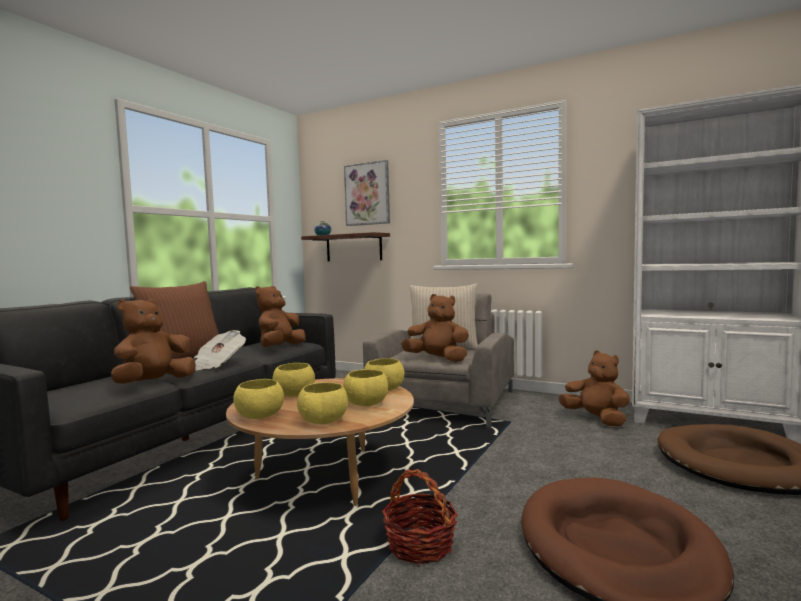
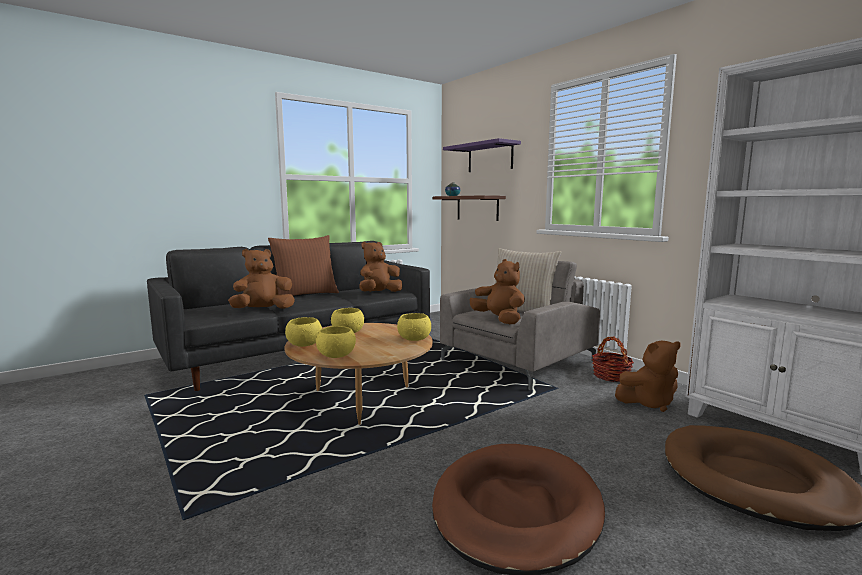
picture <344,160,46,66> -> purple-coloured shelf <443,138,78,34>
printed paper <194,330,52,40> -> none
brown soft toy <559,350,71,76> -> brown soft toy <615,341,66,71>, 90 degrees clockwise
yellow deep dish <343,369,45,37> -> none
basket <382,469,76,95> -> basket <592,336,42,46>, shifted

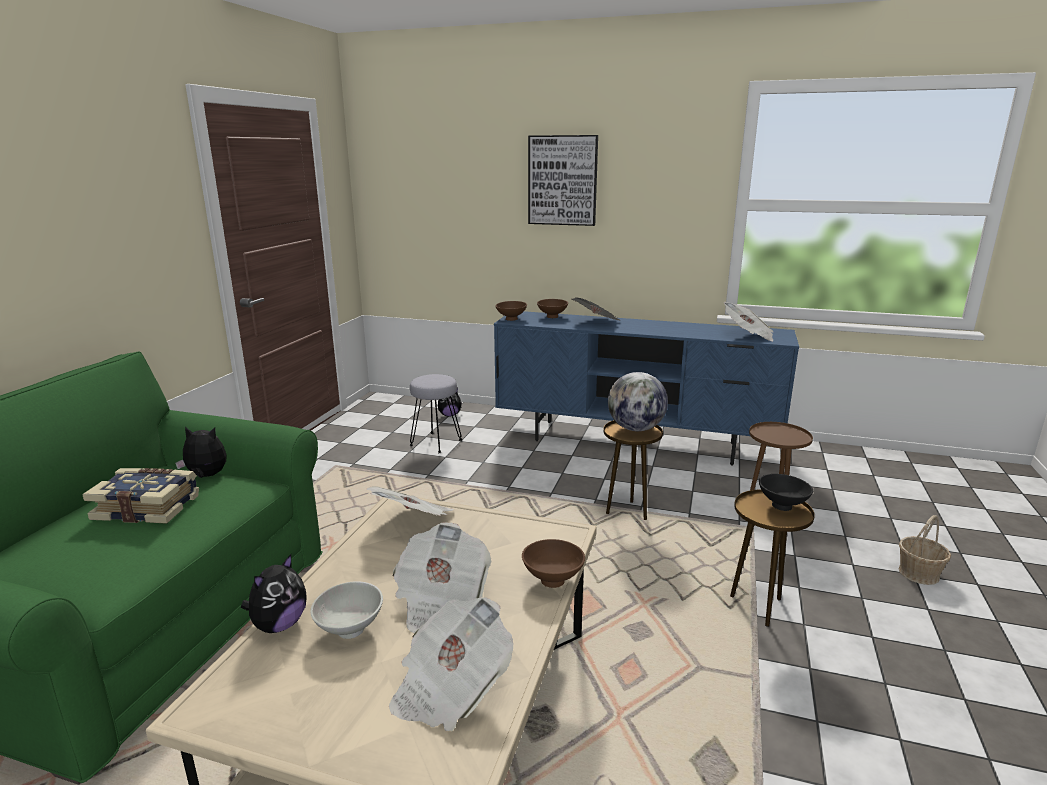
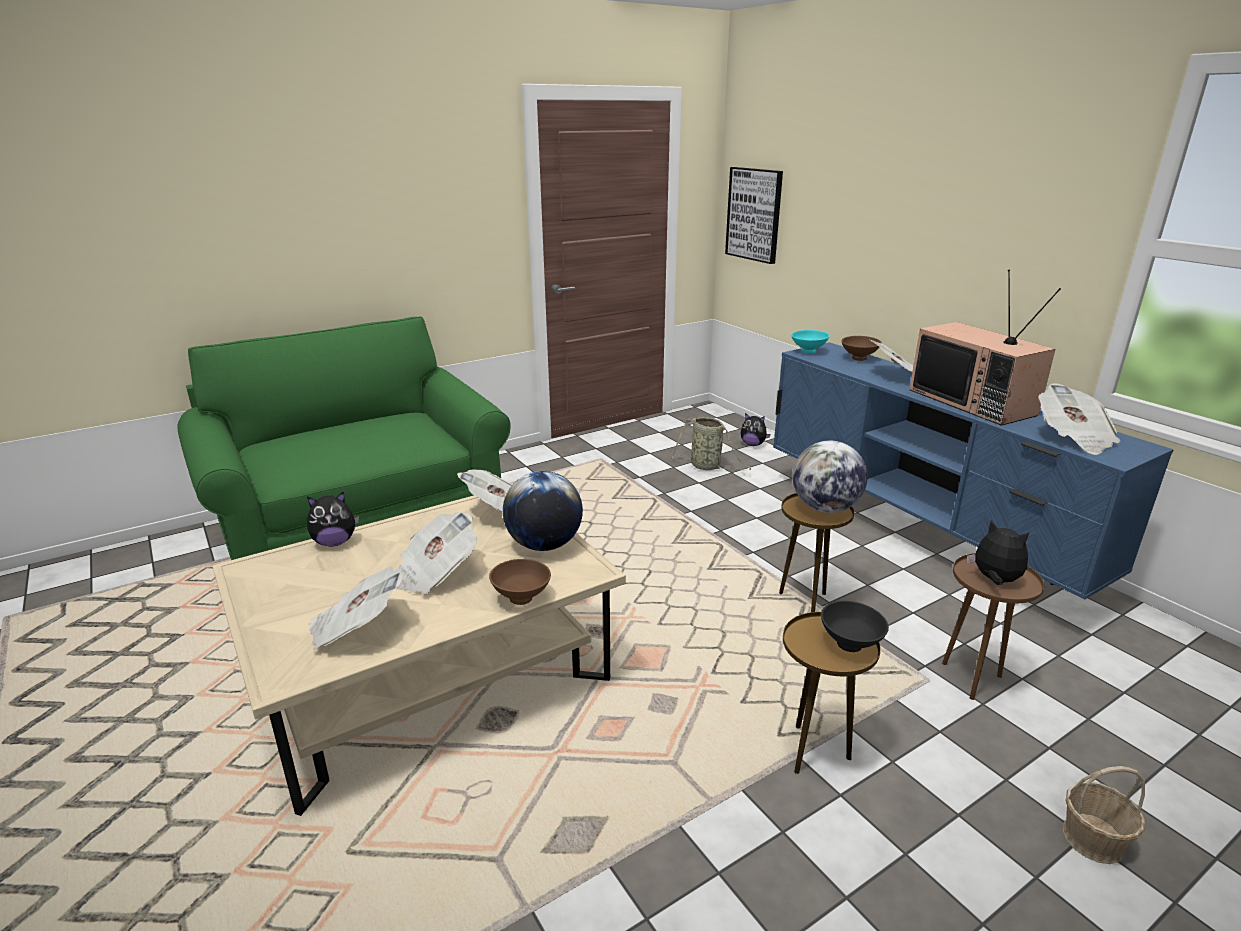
picture <528,135,70,91> -> picture <725,167,58,97>, shifted
brown deep dish <495,301,32,20> -> blue-green deep dish <791,330,39,24>
gray sitting stool <409,374,53,79> -> basket <672,417,79,53>
soft toy <175,427,52,51> -> soft toy <967,520,62,65>, shifted
book <83,468,116,56> -> none
whitish deep dish <310,581,73,58> -> none
none -> TV <909,270,152,156>
none -> globe <503,471,80,80>

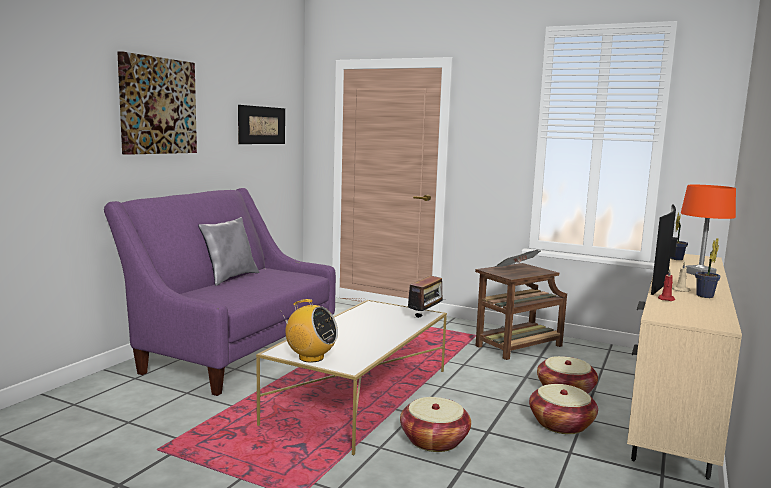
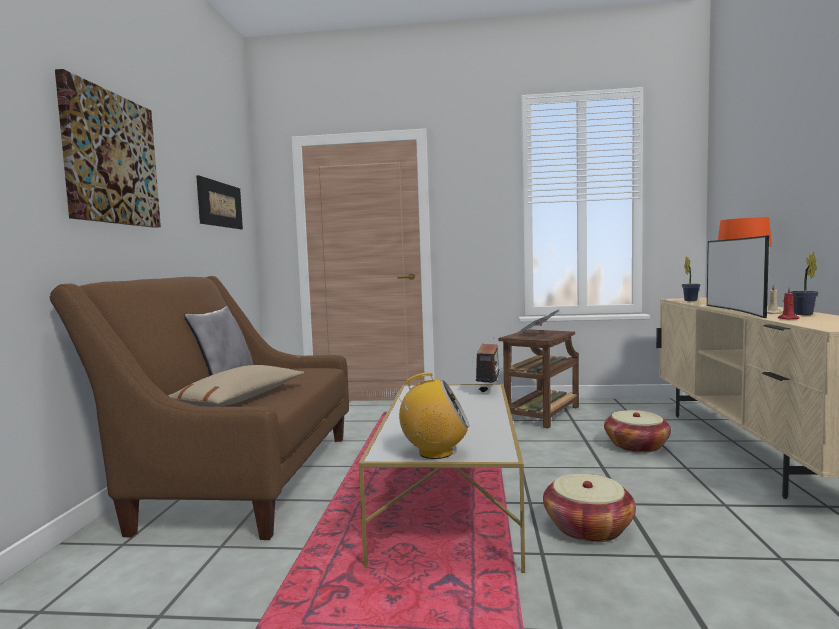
purple-coloured sofa <104,188,232,208> -> brown sofa <50,276,299,264>
basket <529,384,69,50> -> none
none -> beige throw pillow <168,365,136,42>

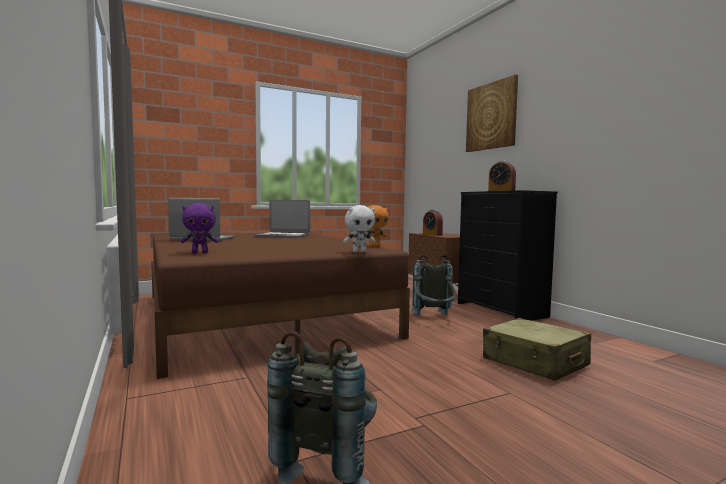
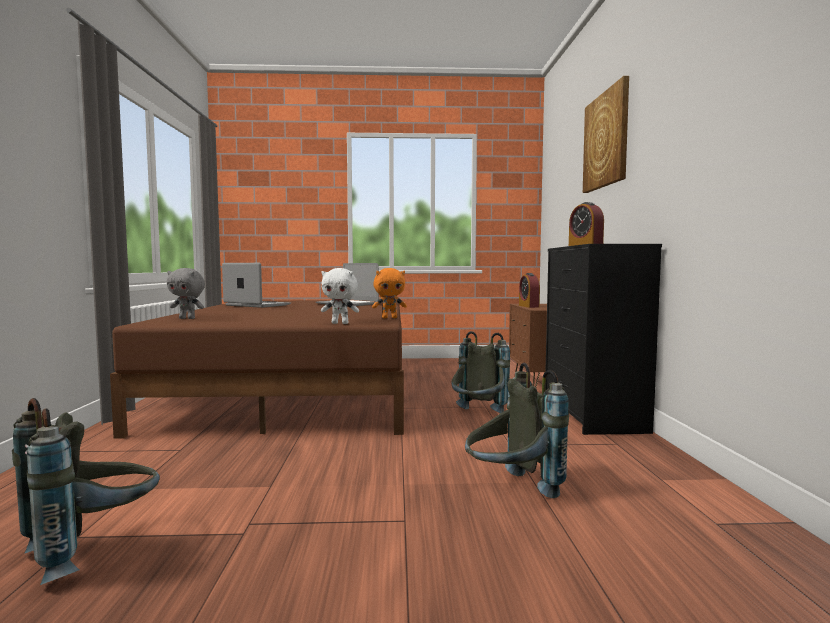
purple-coloured soft toy <181,203,37,50> -> gray soft toy <167,268,38,51>
beige piece of luggage <483,318,108,63> -> gray backpack <465,363,104,135>

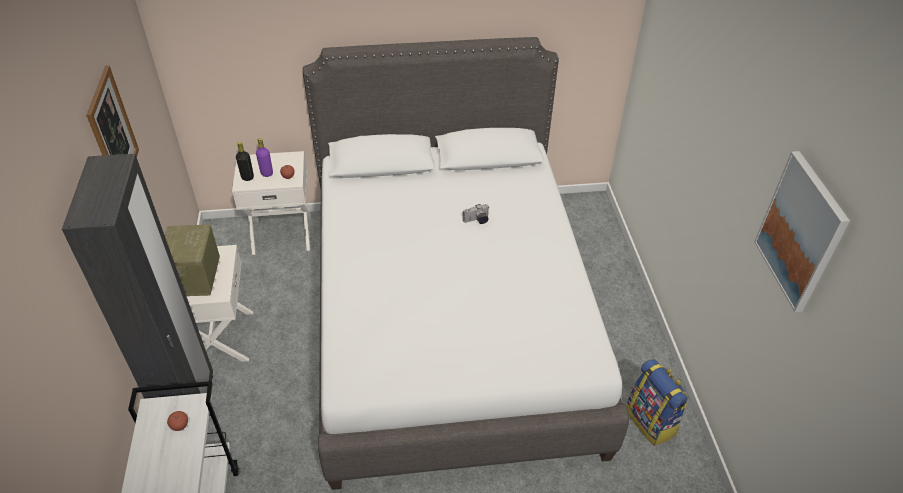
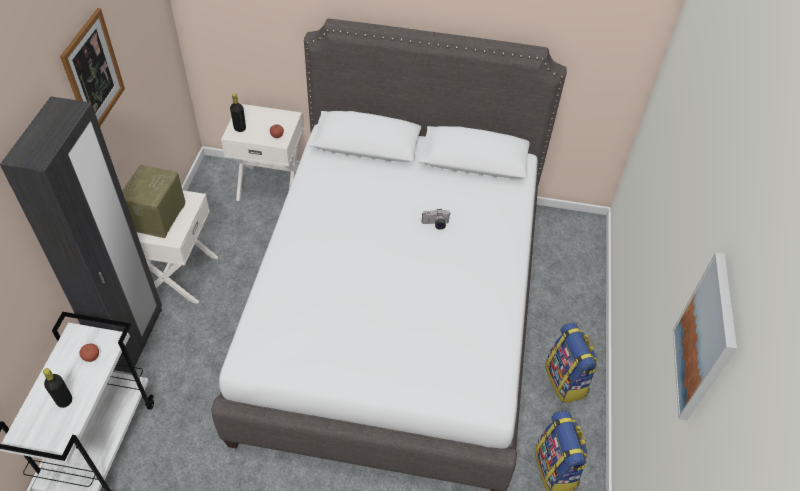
purple-coloured drink bottle <256,138,17,39> -> none
none -> backpack <545,323,52,80>
none -> black drink bottle <43,368,29,40>

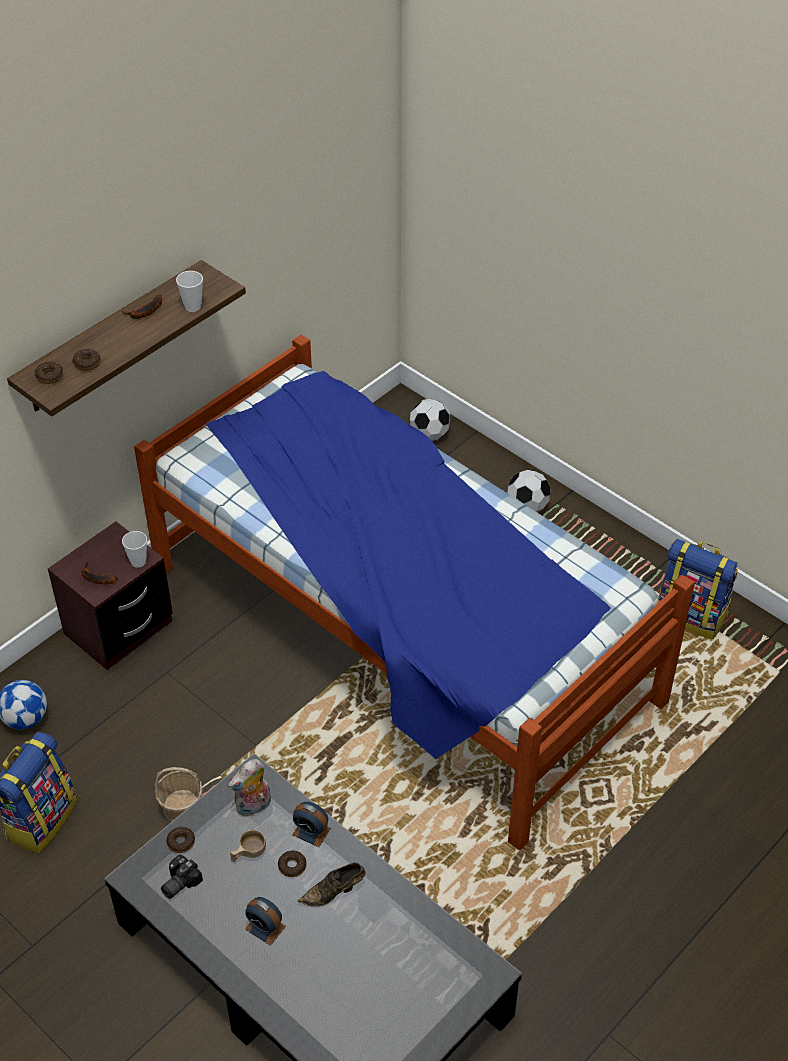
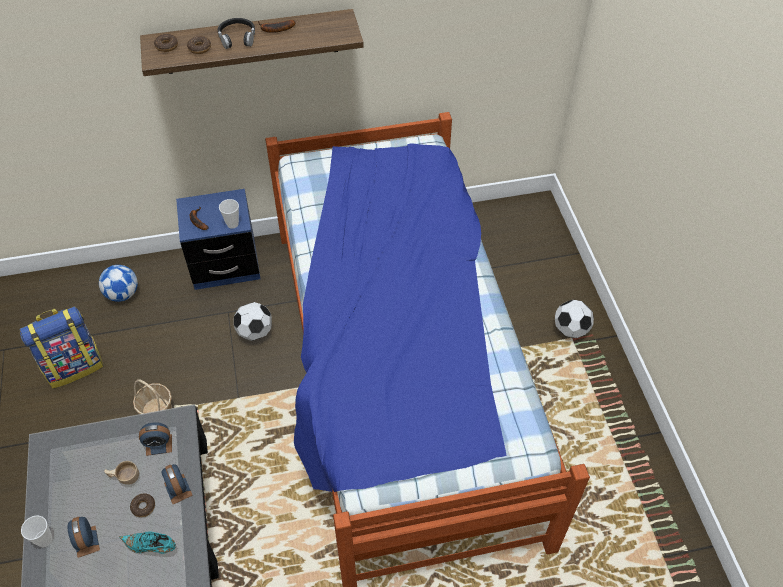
cup <176,271,27,41> -> cup <21,515,31,32>, shifted
ball for football <410,399,40,42> -> ball for football <234,302,38,39>, shifted
brown nightstand <48,521,125,149> -> blue-coloured nightstand <176,189,85,101>
backpack <658,539,80,100> -> none
soft toy <228,759,43,59> -> bedside clock <139,422,33,34>
ring doughnut <167,827,28,26> -> none
still camera <161,855,42,44> -> none
brown shoe <297,863,68,44> -> blue-green shoe <119,531,57,23>
none -> black pair of headphones <218,18,37,31>

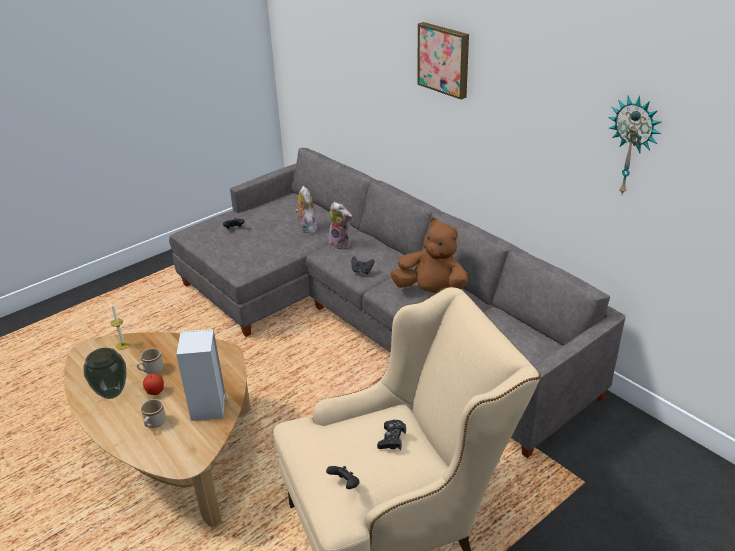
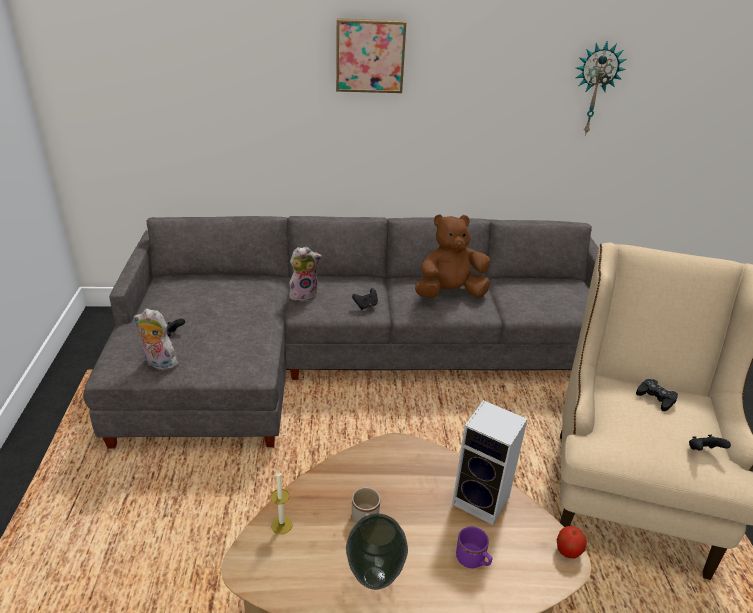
soft toy <295,186,22,47> -> soft toy <134,309,48,61>, shifted
apple <143,373,21,22> -> apple <557,526,30,33>, shifted
beige mug <141,399,25,29> -> purple-coloured mug <456,526,36,42>

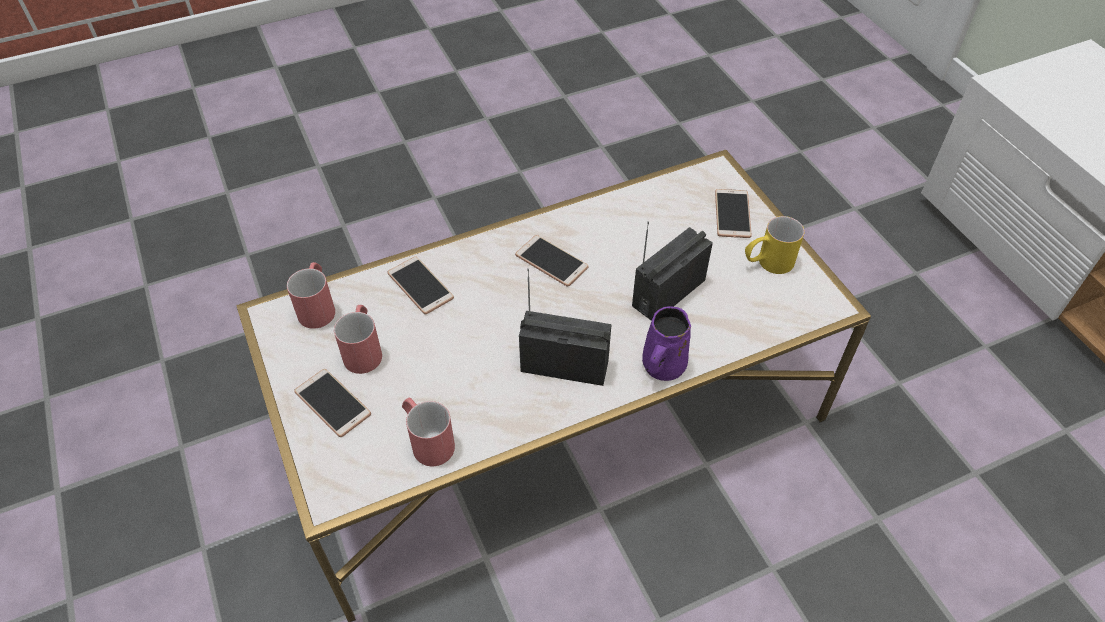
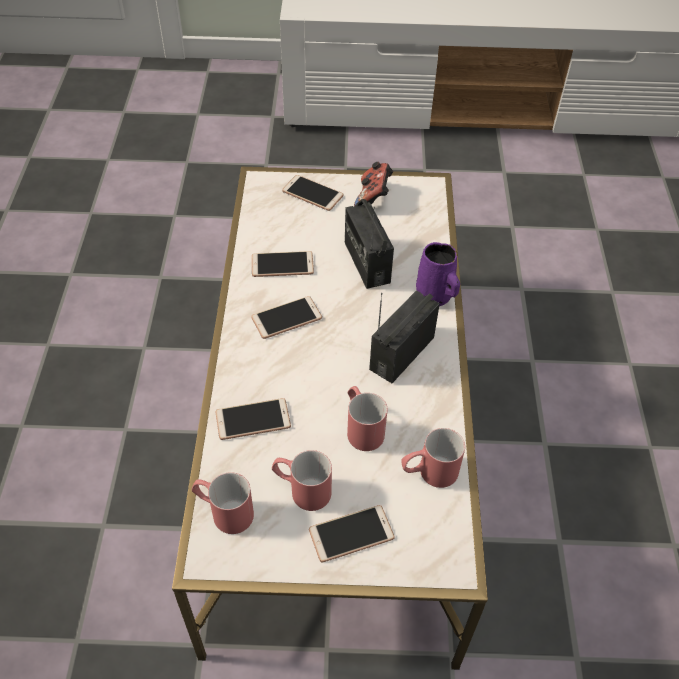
yellow mug <745,216,60,58> -> joypad <354,162,39,44>
none -> telephone <252,251,62,26>
none -> red mug <347,386,41,65>

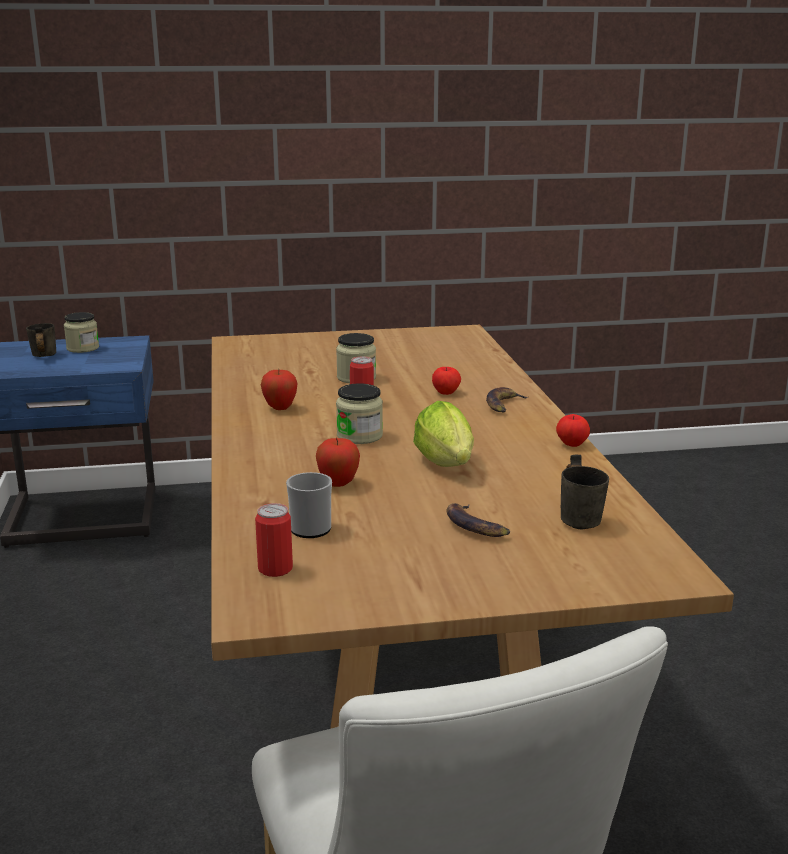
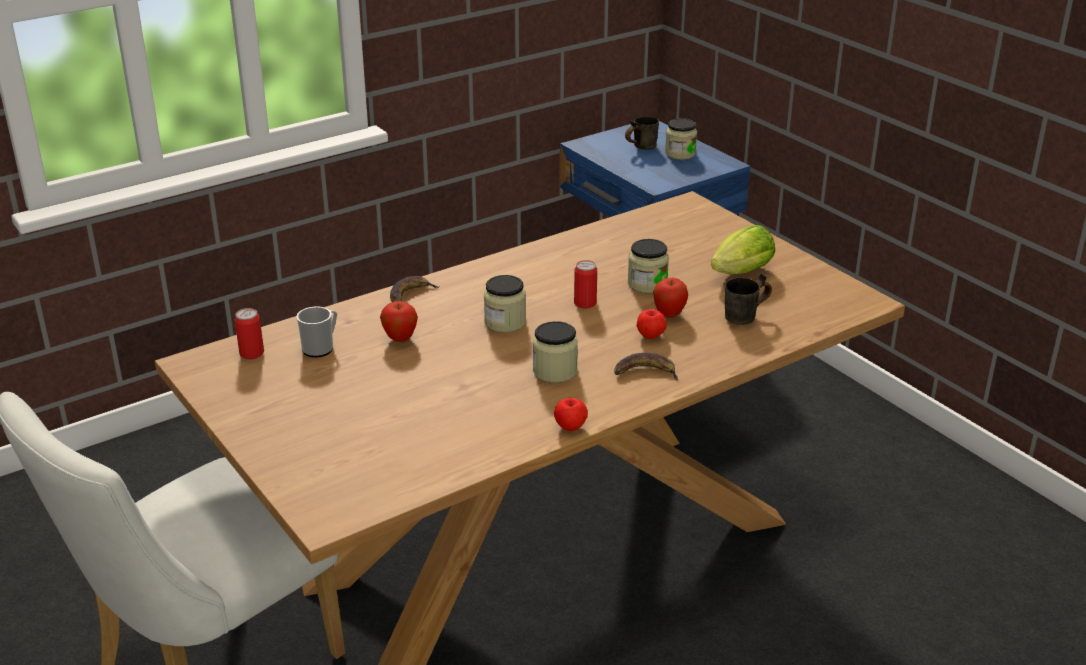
apple <261,369,37,41> -> apple <653,278,35,40>, shifted
head of lettuce <413,401,61,66> -> head of lettuce <711,225,64,49>, shifted
gray mug <561,455,48,75> -> gray mug <725,273,47,52>, shifted
banana <447,503,63,34> -> banana <390,276,50,26>, shifted
none -> storage jar <533,321,45,62>

